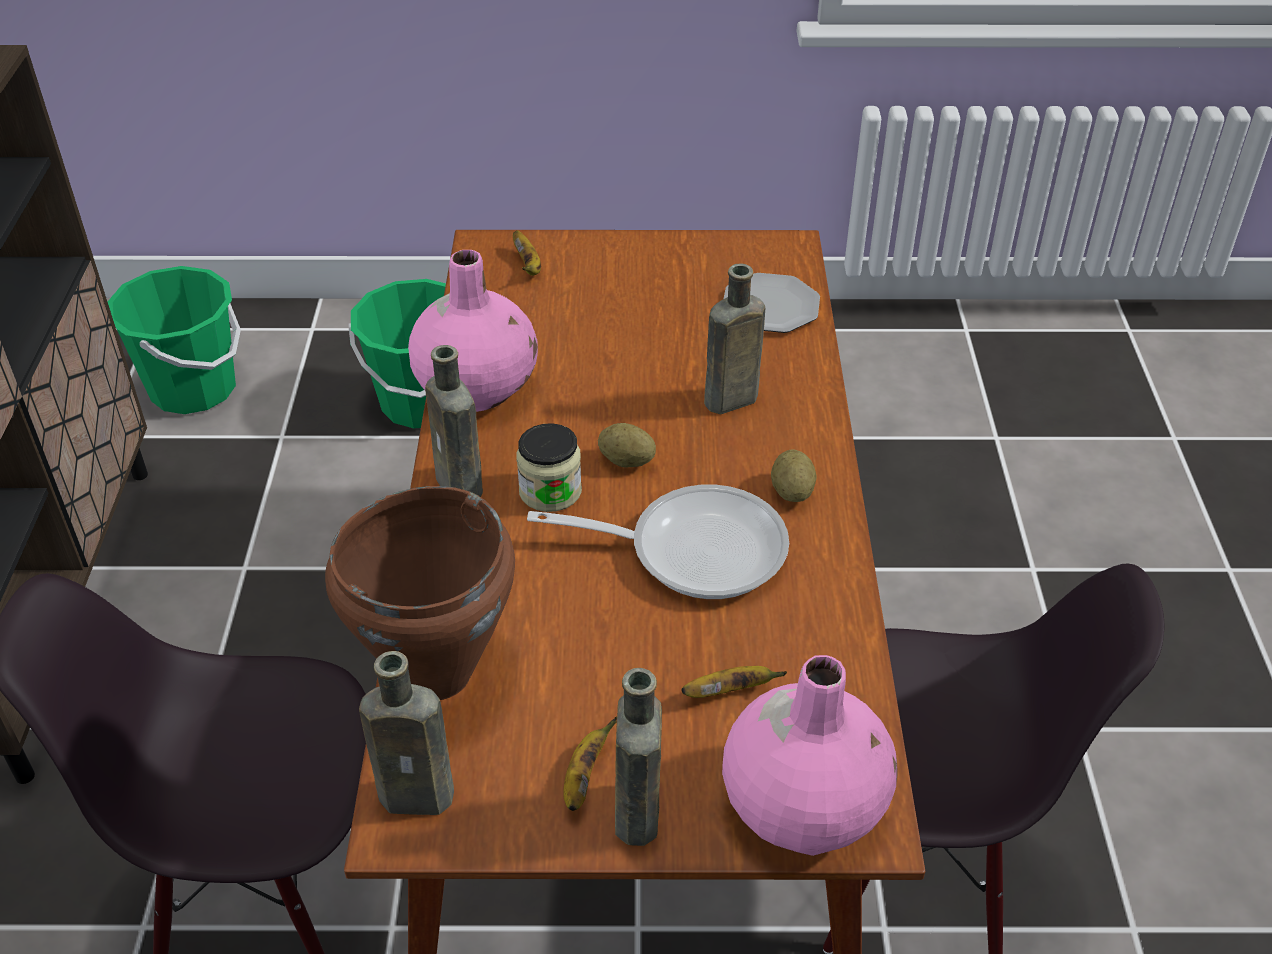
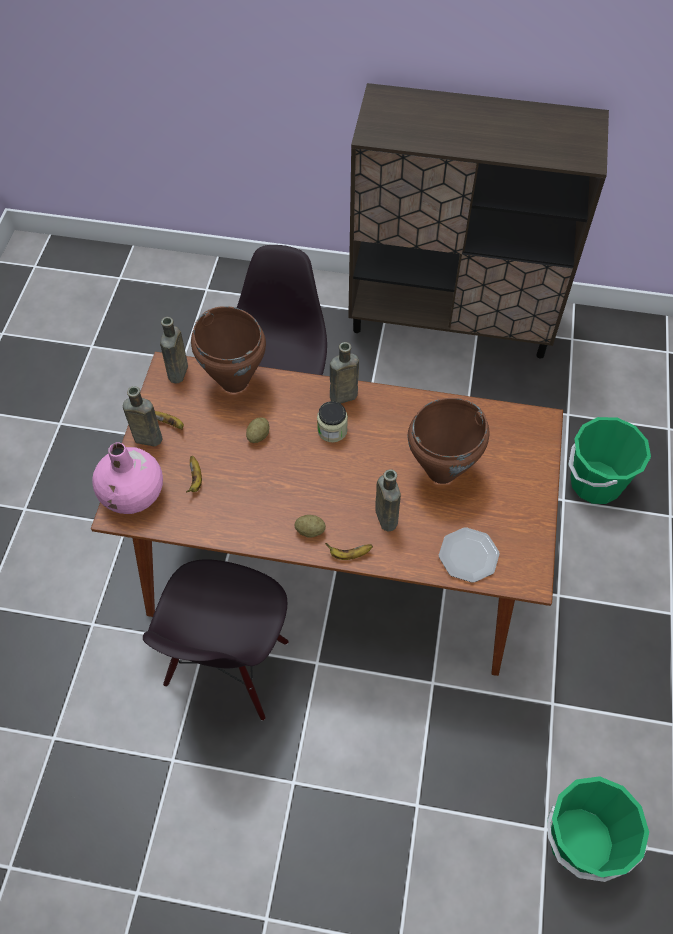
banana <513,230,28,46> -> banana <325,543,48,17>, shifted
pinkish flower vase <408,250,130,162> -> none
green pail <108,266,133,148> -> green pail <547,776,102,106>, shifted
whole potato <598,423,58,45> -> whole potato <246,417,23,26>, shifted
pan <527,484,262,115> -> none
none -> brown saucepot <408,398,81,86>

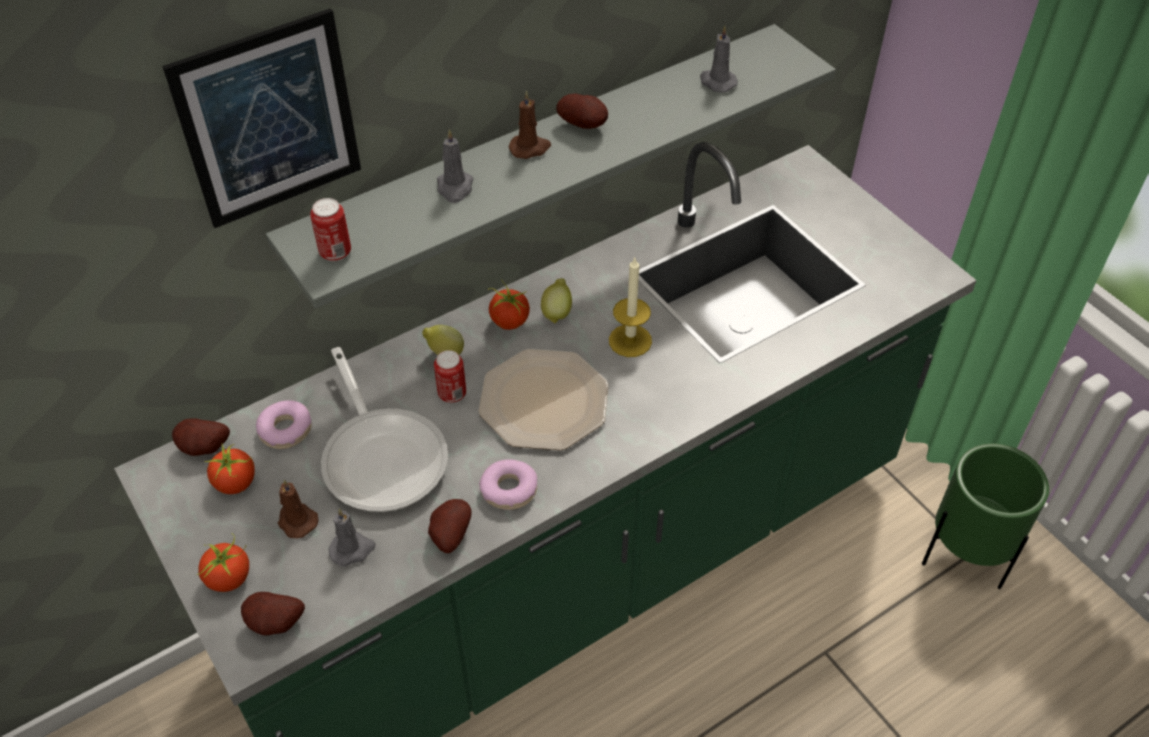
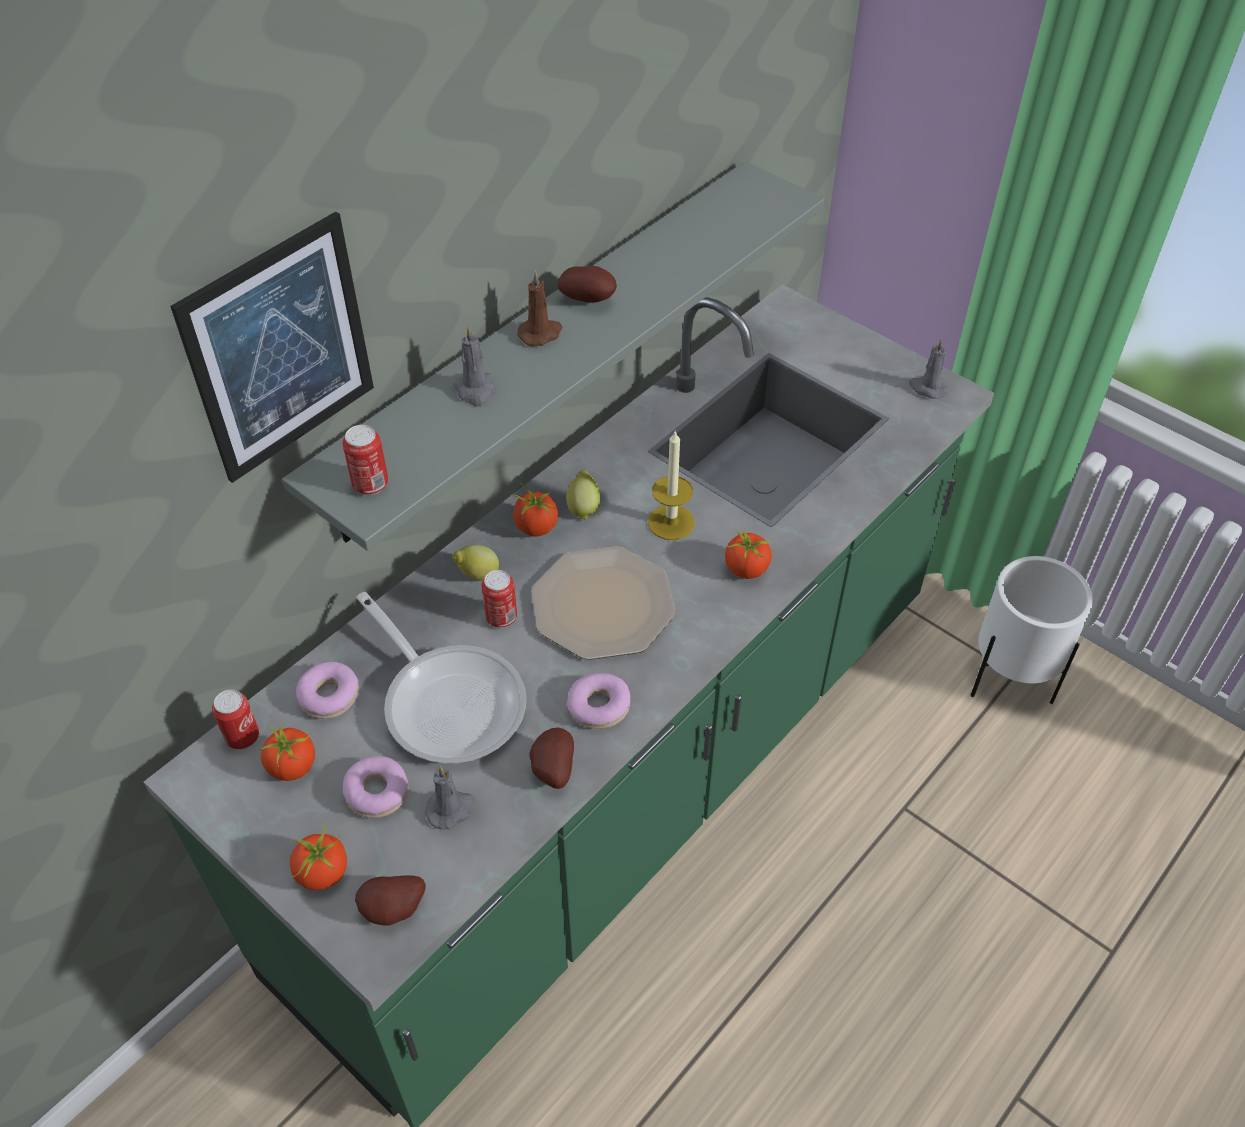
gray candle <700,25,38,68> -> gray candle <909,338,40,61>, shifted
whole potato <172,418,58,38> -> can <212,690,47,59>
green planter <922,443,127,147> -> whitish planter <971,556,122,148>
brown candle <278,480,41,58> -> ring doughnut <343,756,65,62>
none -> fresh tomato <725,529,47,50>

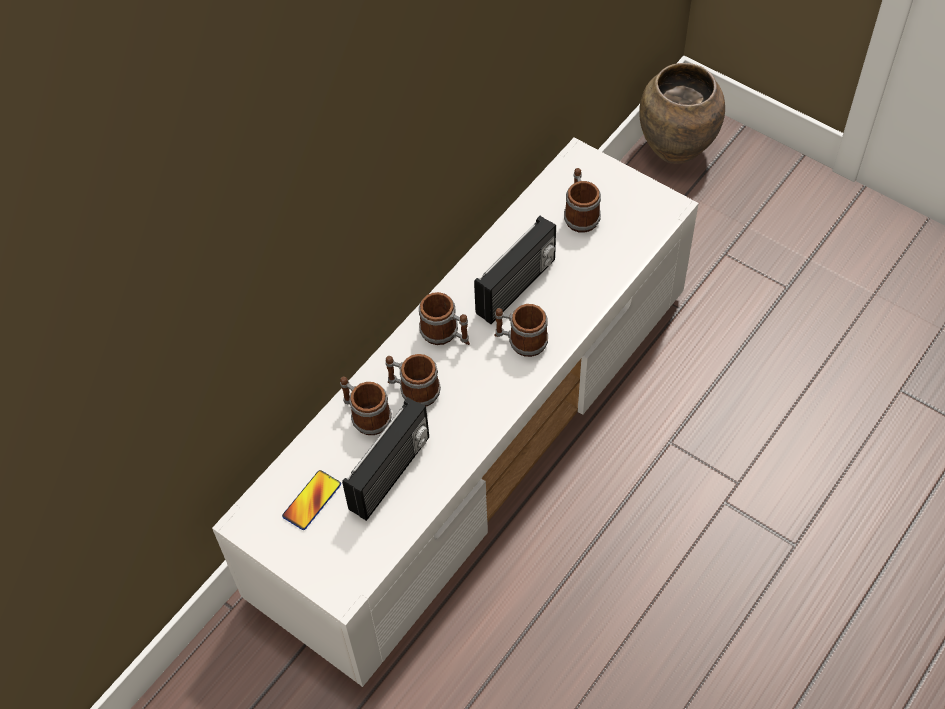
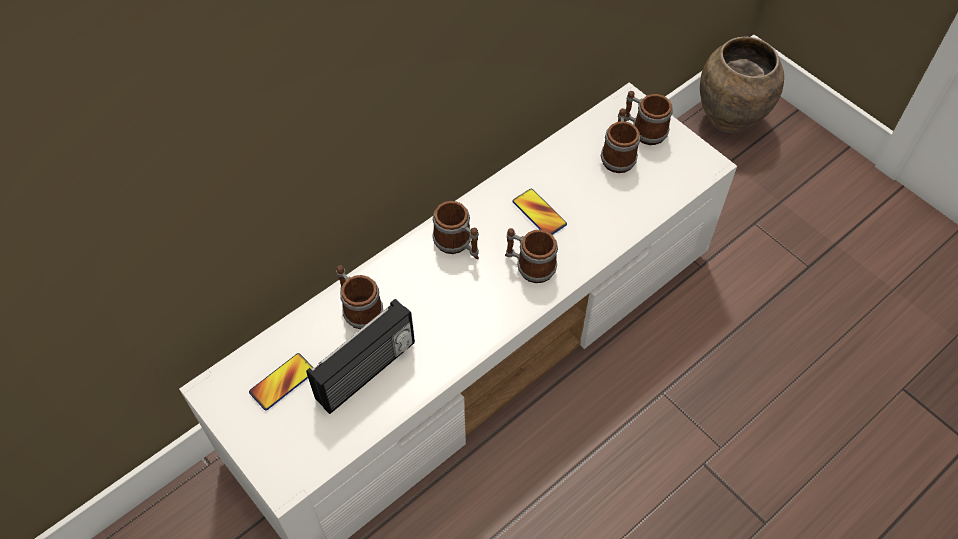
radio set <474,216,82,108> -> telephone <512,189,55,46>
mug <385,354,56,52> -> mug <624,91,49,54>, shifted

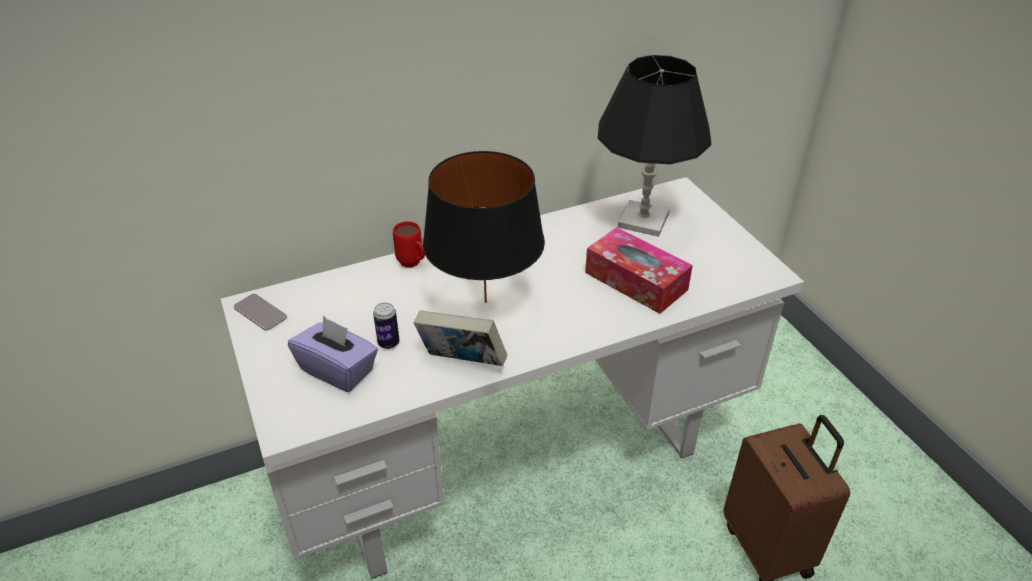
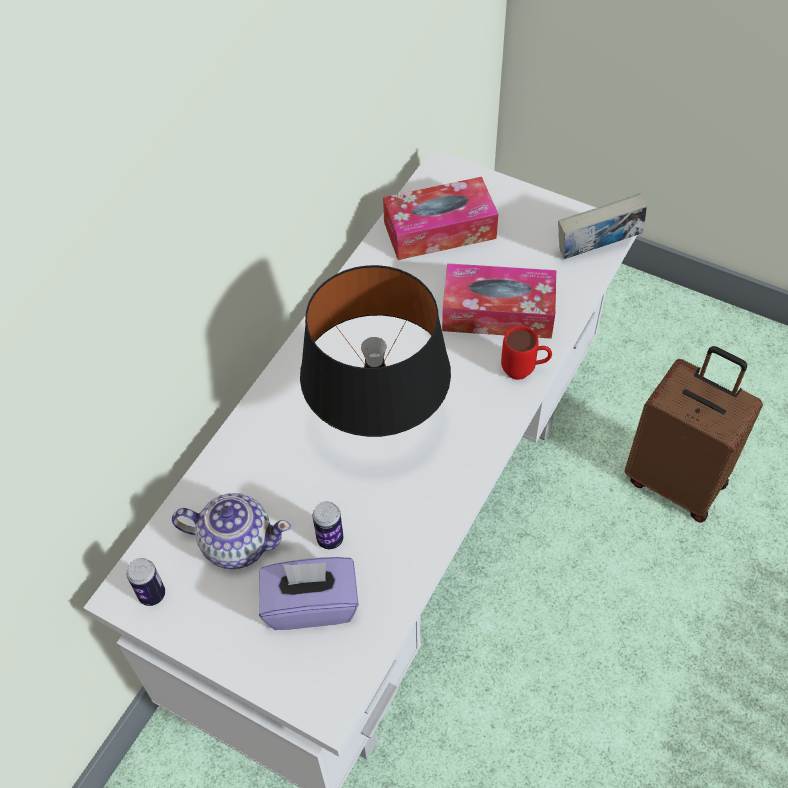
black table lamp <598,55,113,182> -> box of tissues <383,177,115,83>
red mug <393,221,32,47> -> red mug <501,326,51,54>, shifted
telephone <234,294,53,37> -> can <127,558,38,48>
book <414,311,93,55> -> book <558,193,89,66>, shifted
none -> tea pot <172,493,119,76>

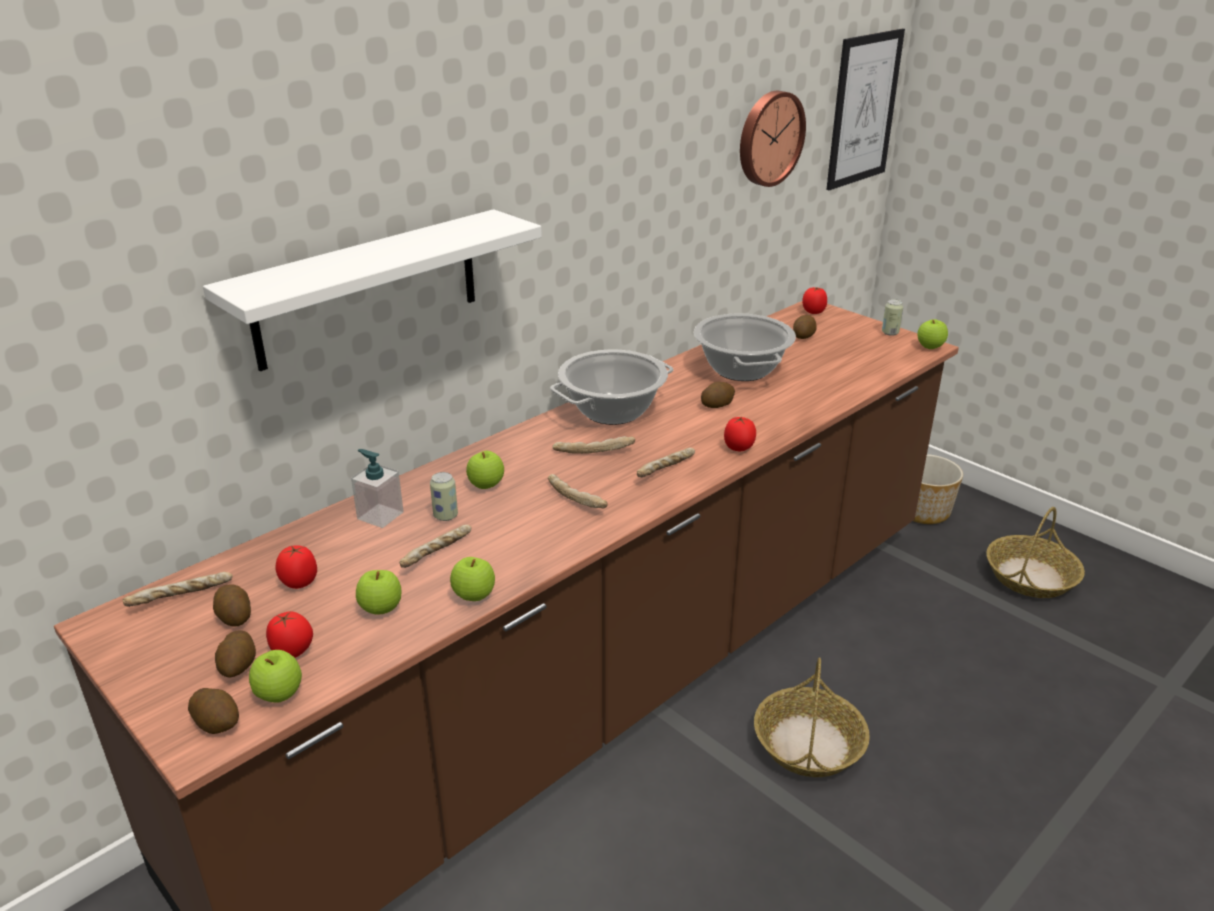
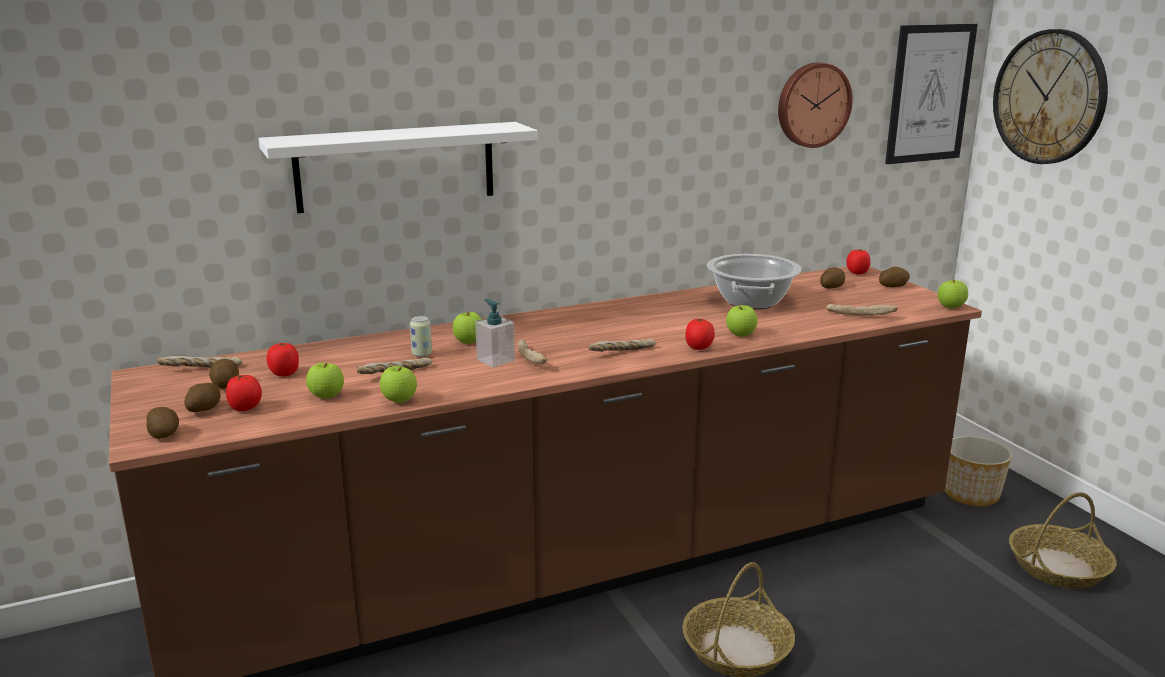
can <882,299,21,37> -> none
saucepot <550,350,123,75> -> none
whole potato <701,382,34,26> -> whole potato <879,267,31,20>, shifted
bakery bread <553,436,82,18> -> bakery bread <826,304,71,11>, shifted
soap bottle <351,449,53,79> -> soap bottle <475,299,40,68>, shifted
apple <249,650,53,53> -> apple <726,305,32,32>, shifted
none -> wall clock <993,29,115,135>

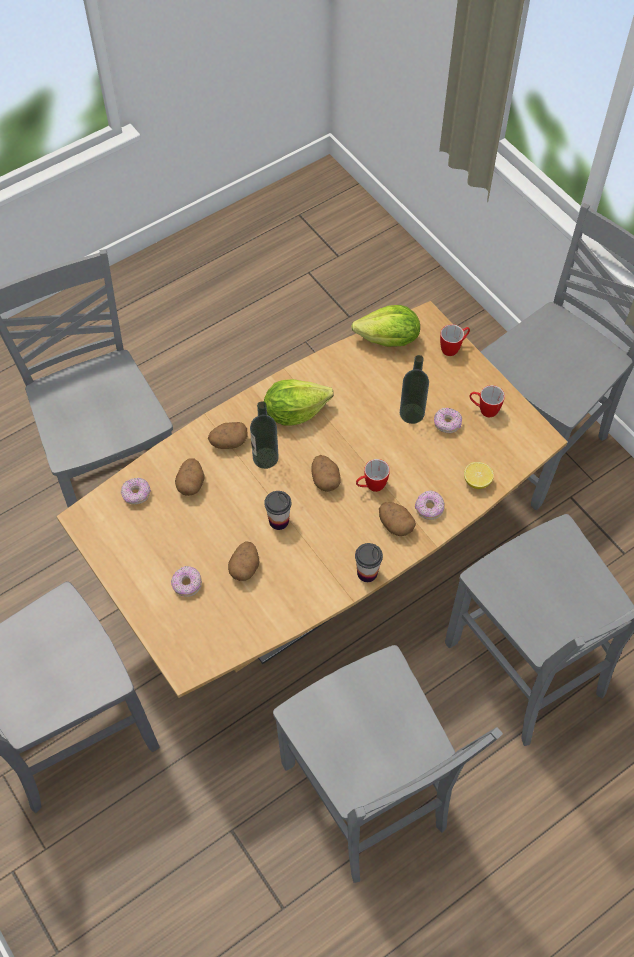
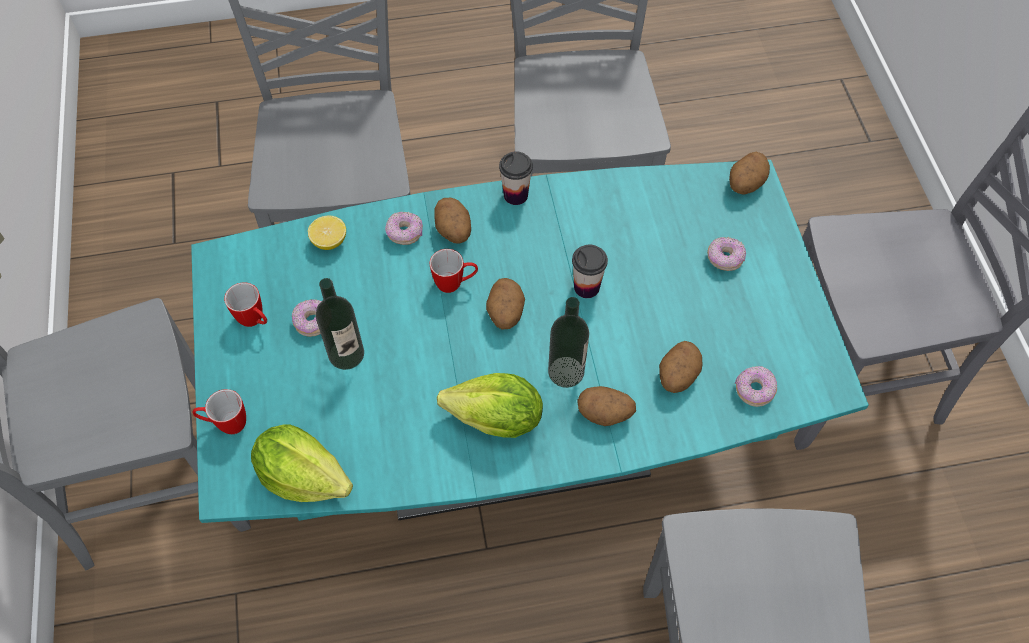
brown kitchen table <56,301,512,397> -> blue-green kitchen table <191,160,678,363>
whole potato <228,541,32,40> -> whole potato <729,152,41,42>, shifted

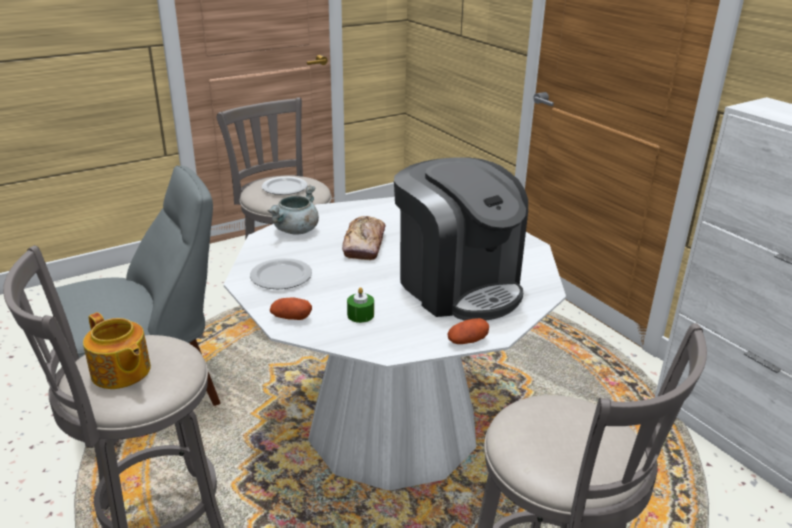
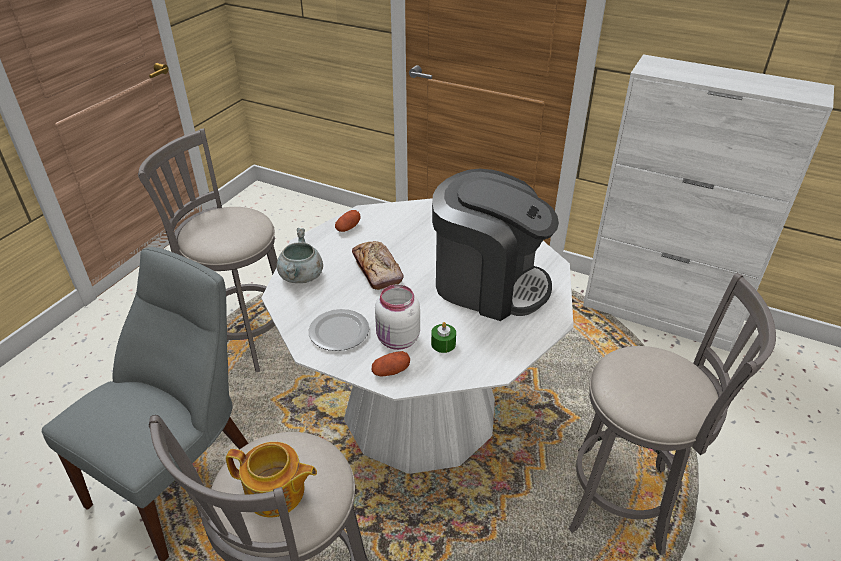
dinner plate <262,177,45,18> -> none
whole potato <447,318,42,26> -> whole potato <335,210,26,22>, shifted
none -> whitish storage jar <375,284,45,66>

